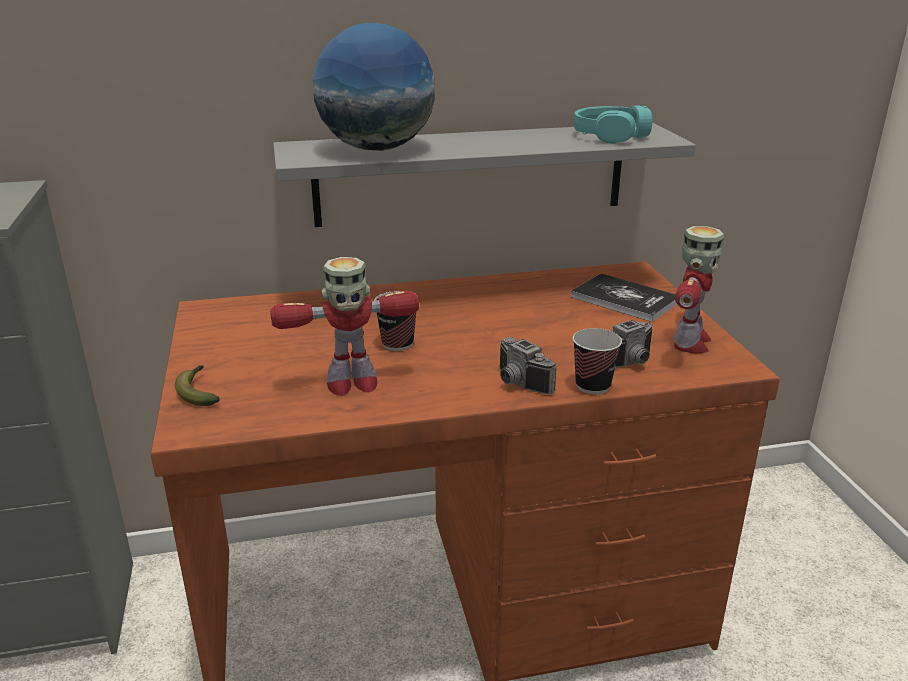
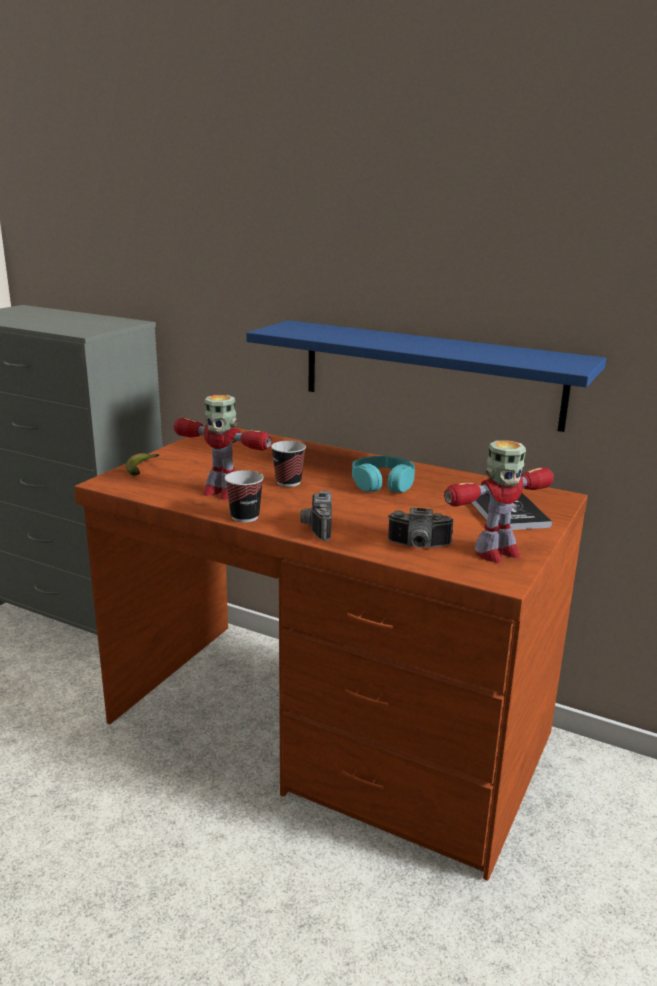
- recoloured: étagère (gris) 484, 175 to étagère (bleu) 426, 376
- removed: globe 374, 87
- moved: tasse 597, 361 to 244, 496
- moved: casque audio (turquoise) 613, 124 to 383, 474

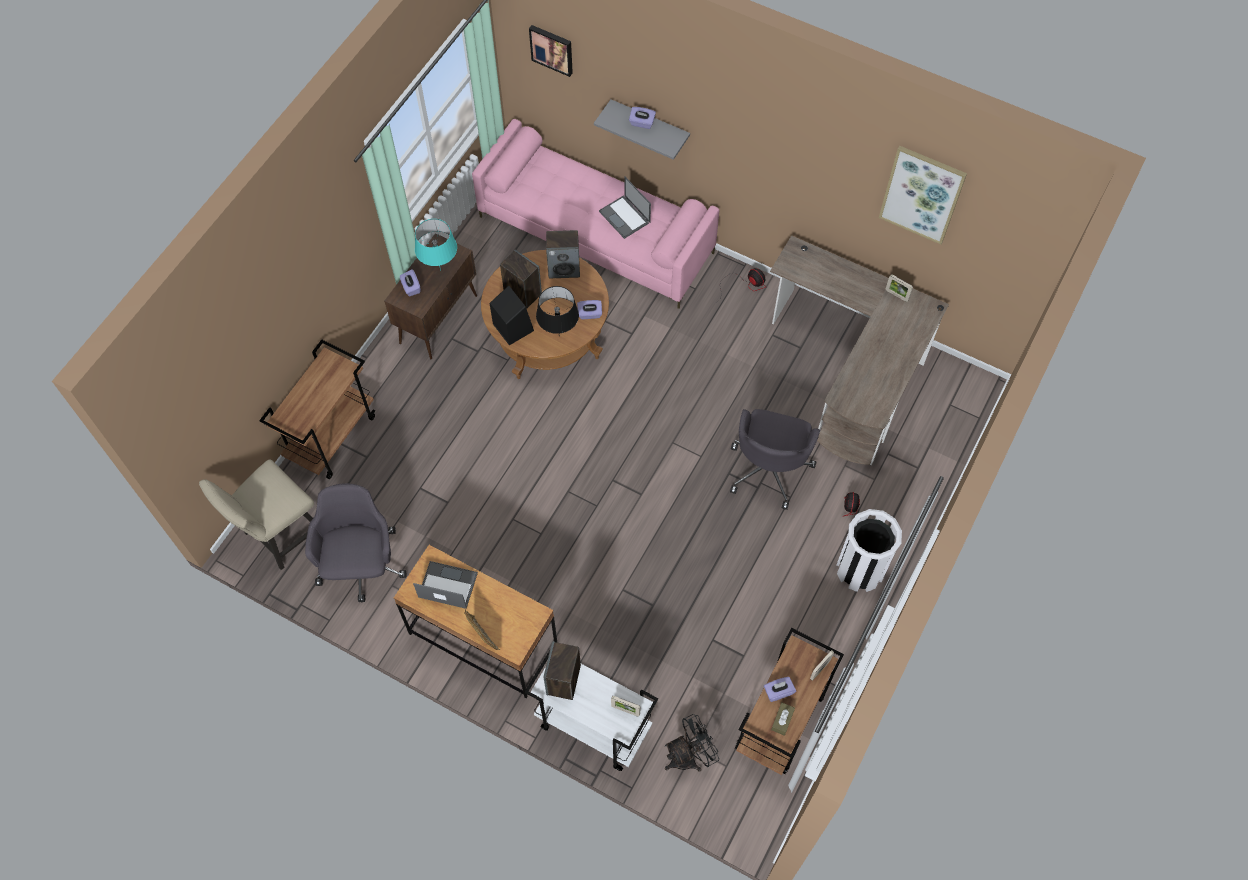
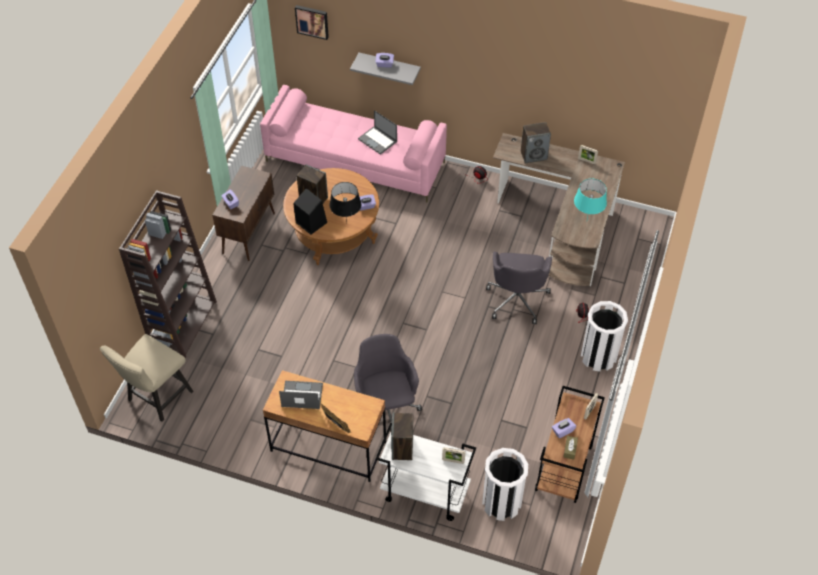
- replaced: chariot (marron) 317, 409 to bibliothèque (marron) 168, 274
- moved: chaise de bureau (gris) 355, 543 to 388, 382
- moved: lampe de table (turquoise) 436, 245 to 590, 199
- moved: enceinte 563, 254 to 536, 142
- replaced: ventilateur (noir) 692, 743 to poubelle (blanc) 505, 484
- removed: tableau 923, 195

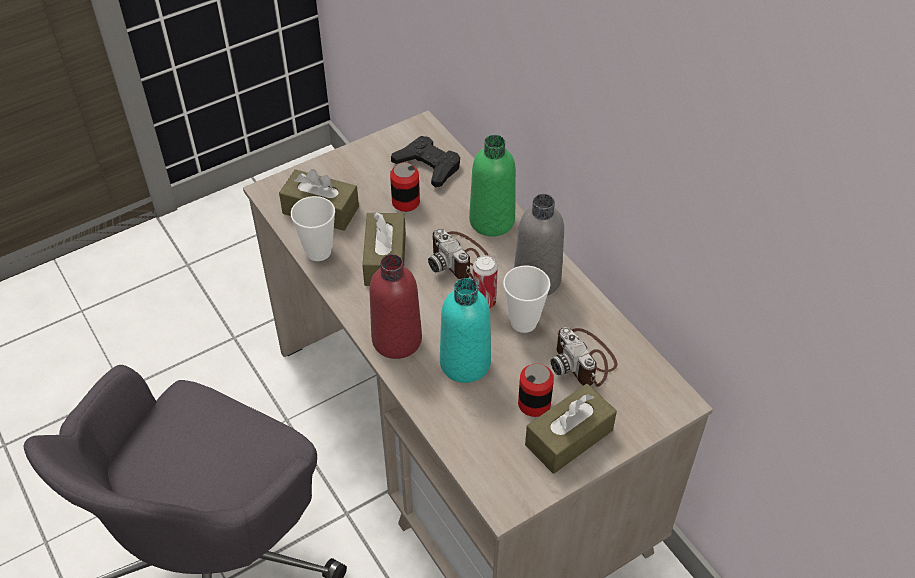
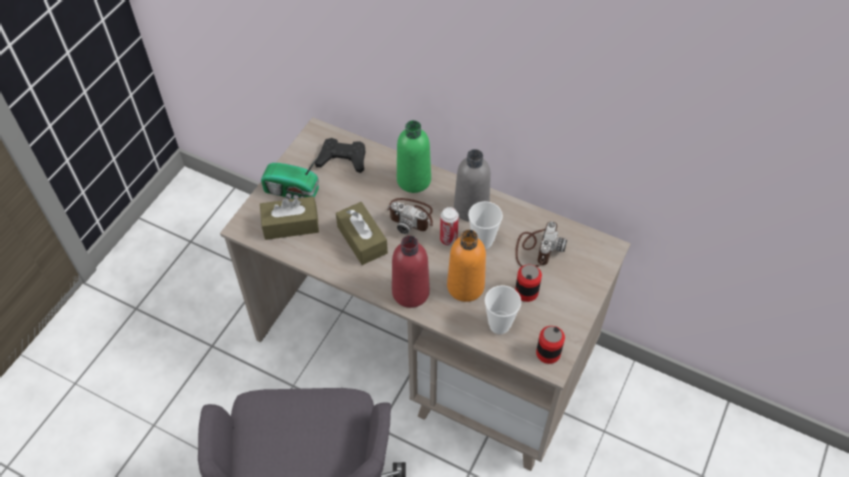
- moved: tasse 313, 228 to 503, 309
- moved: boîte métallique 405, 187 to 550, 345
- recoloured: bouteille (turquoise) 465, 330 to bouteille (orange) 466, 266
- removed: boîte à mouchoirs (marron) 571, 429
- turned: appareil photo 584, 357 = 541, 244 105 degrees counterclockwise
- added: radio 290, 177

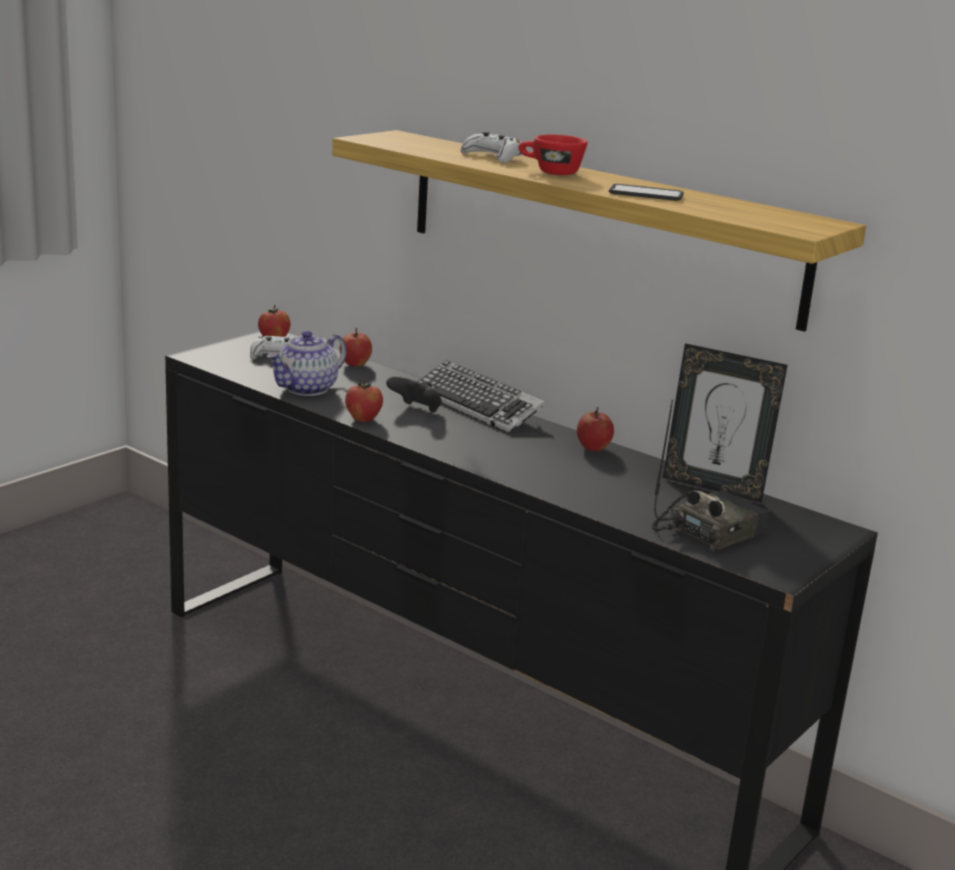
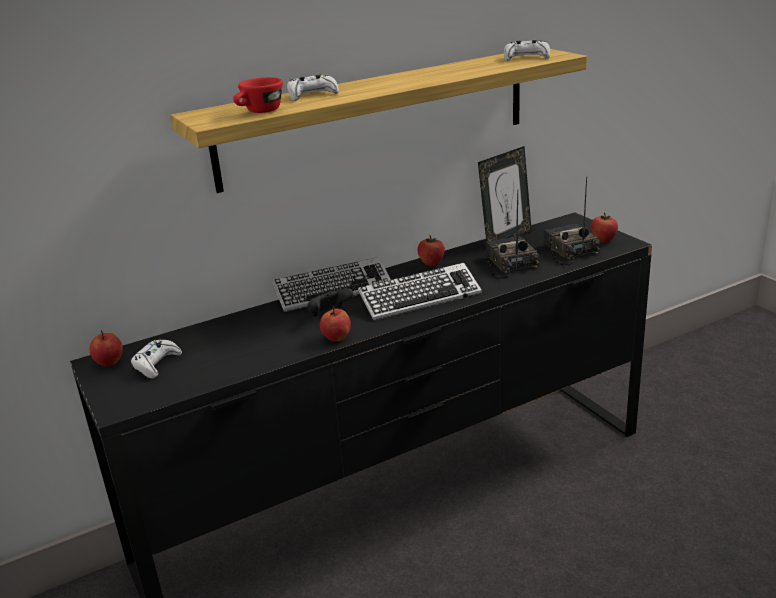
- removed: théière 306, 363
- moved: pomme 356, 347 to 604, 228
- moved: tasse (rouge) 553, 155 to 258, 95
- removed: téléphone 646, 192
- added: clavier 420, 292
- added: radio 512, 235
- added: manette (blanc) 527, 50

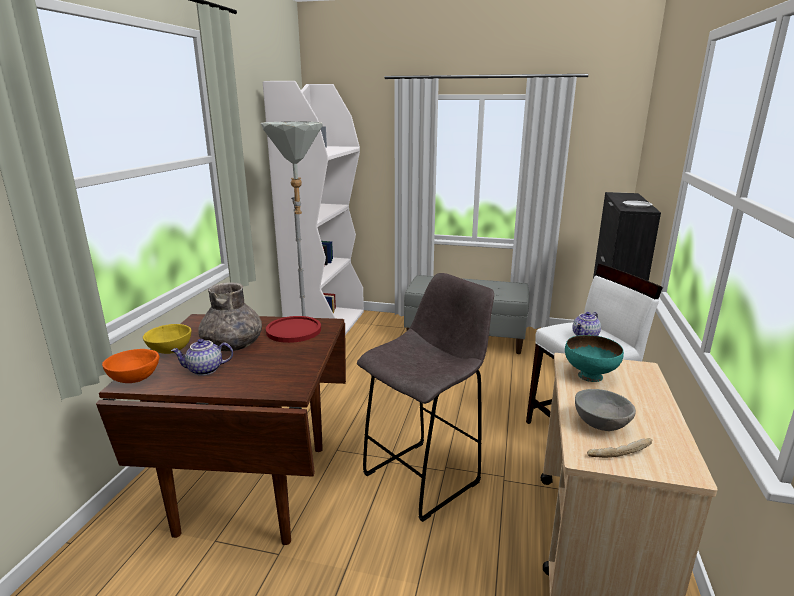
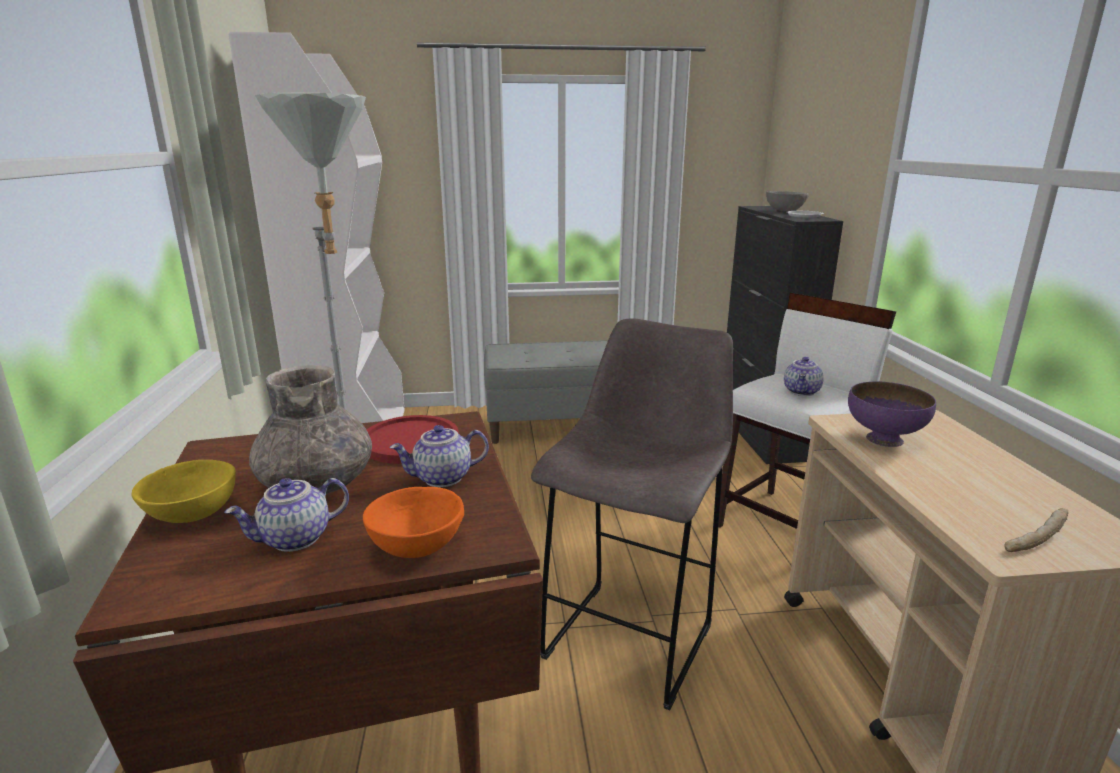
- moved: bol (orange) 130, 366 to 413, 522
- recoloured: bol (turquoise) 594, 358 to bol (violet) 892, 414
- moved: bol (gris) 605, 410 to 787, 201
- added: théière 439, 456

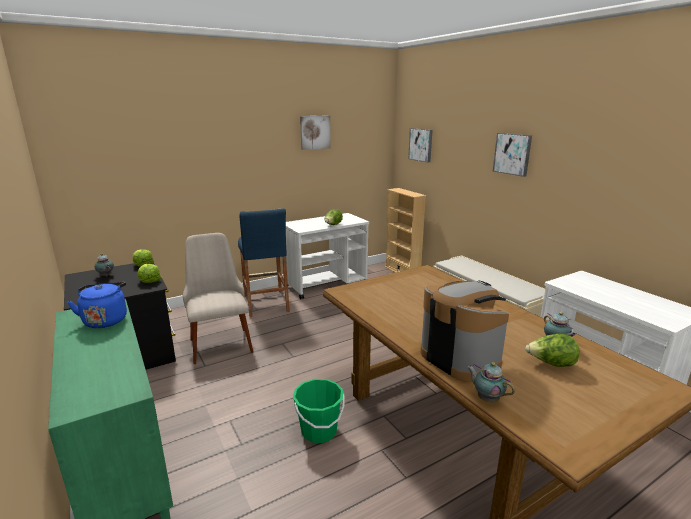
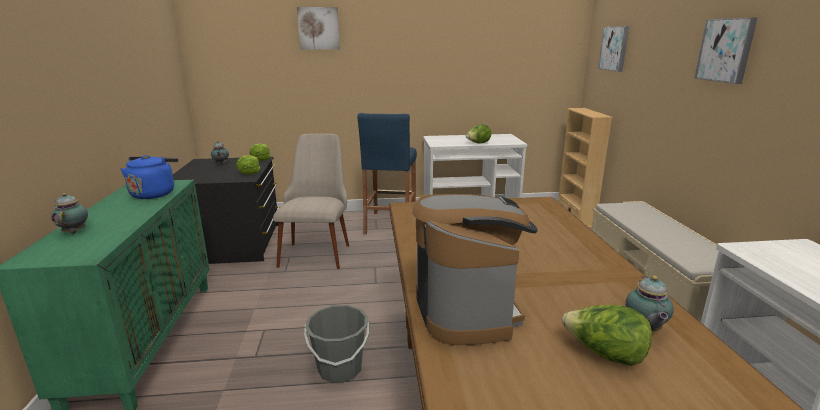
- recoloured: seau (vert) 319, 411 to seau (gris) 336, 344
- moved: tableau 315, 132 to 318, 28
- moved: théière 491, 382 to 69, 213

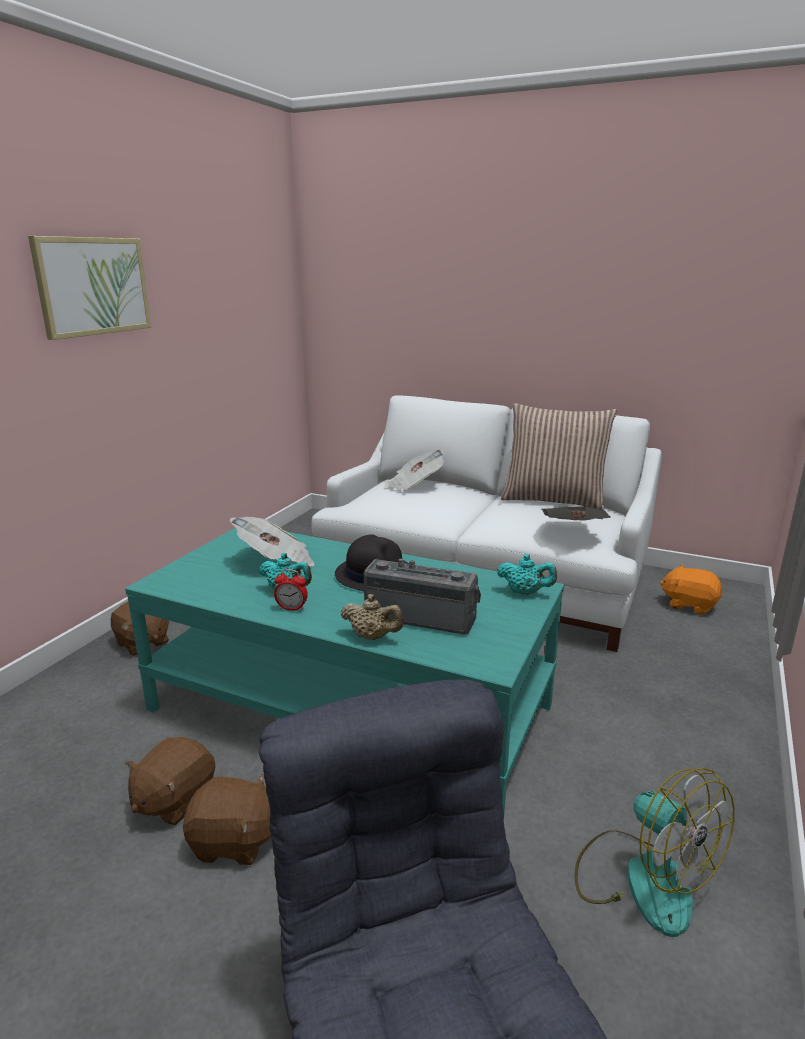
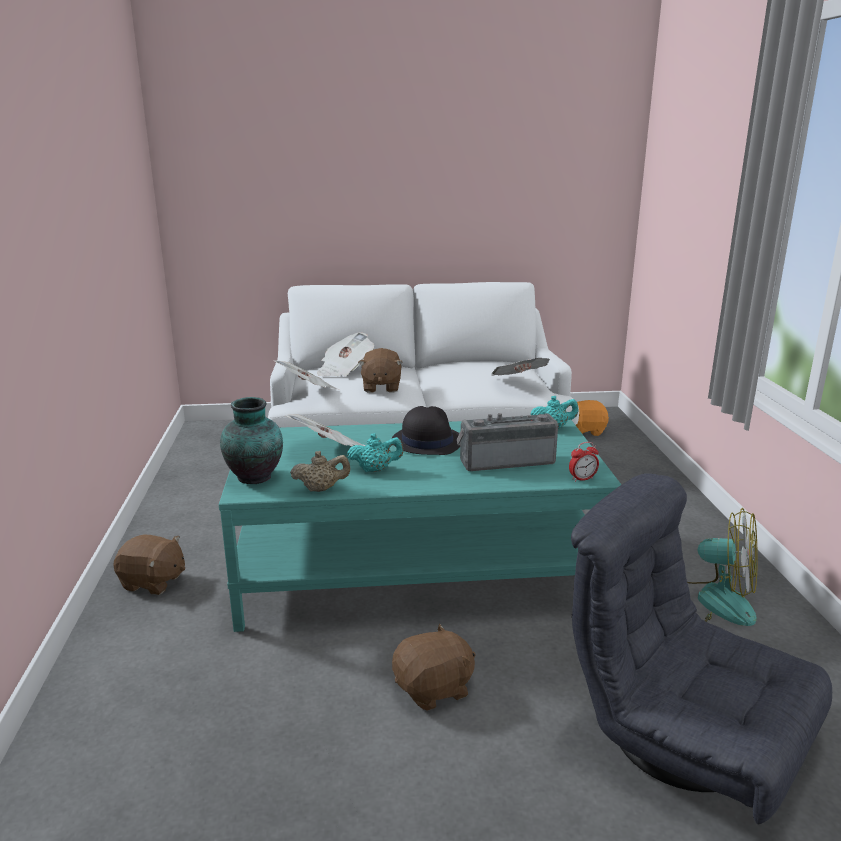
- removed: tableau 89, 288
- moved: peluche (marron) 170, 781 to 380, 370
- moved: réveil 291, 590 to 584, 462
- moved: théière (beige) 372, 617 to 320, 471
- removed: coussin 559, 456
- added: vase 251, 440
- added: journal 305, 374

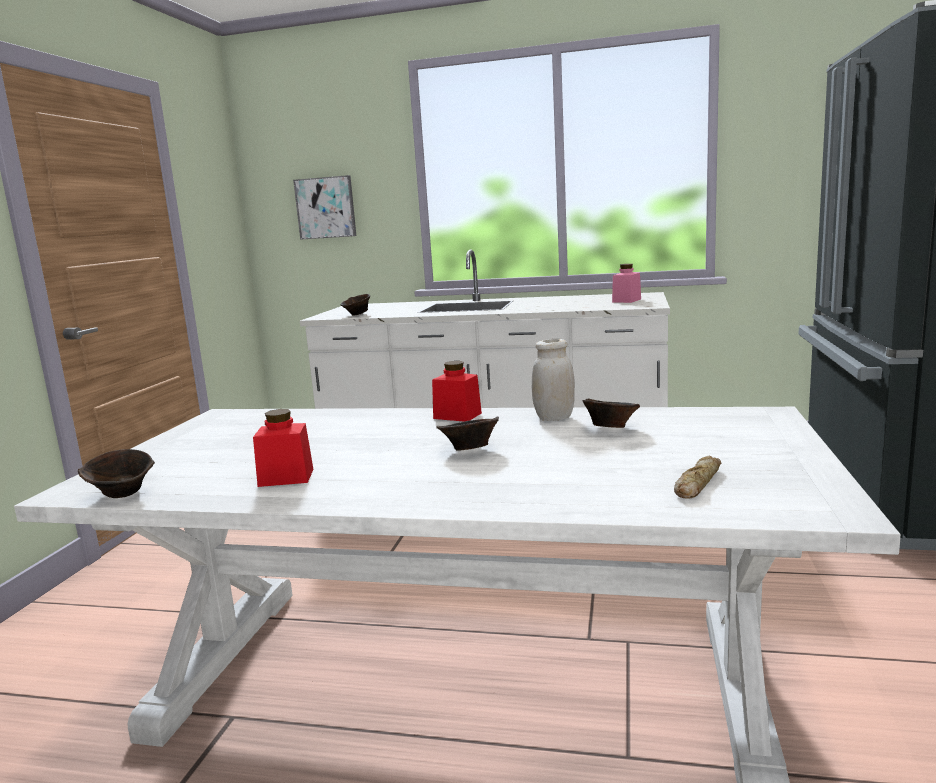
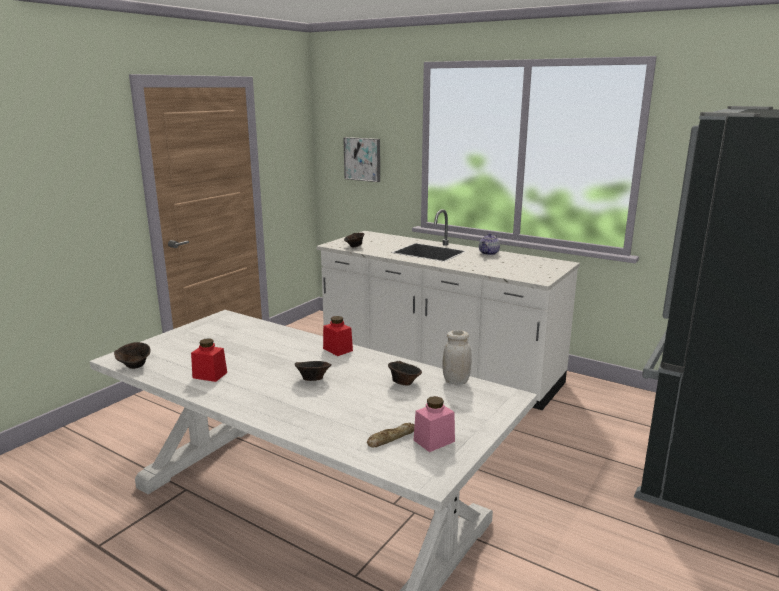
- moved: bocal (blanc) 553, 380 to 457, 357
- moved: bocal (rose) 626, 283 to 434, 424
- added: théière 489, 244

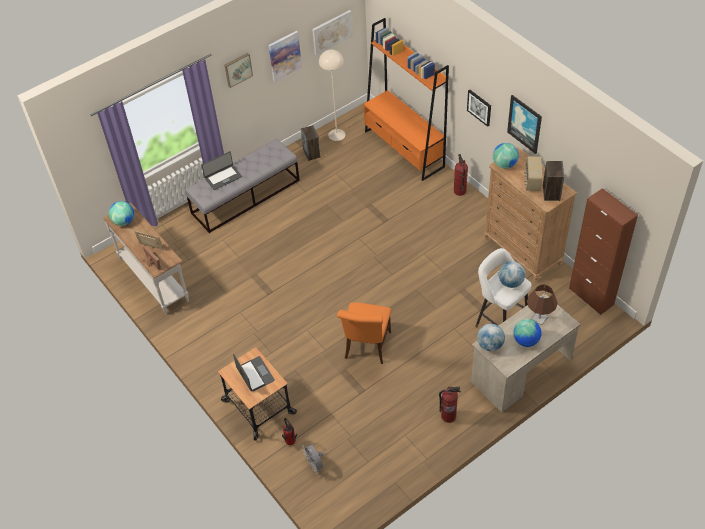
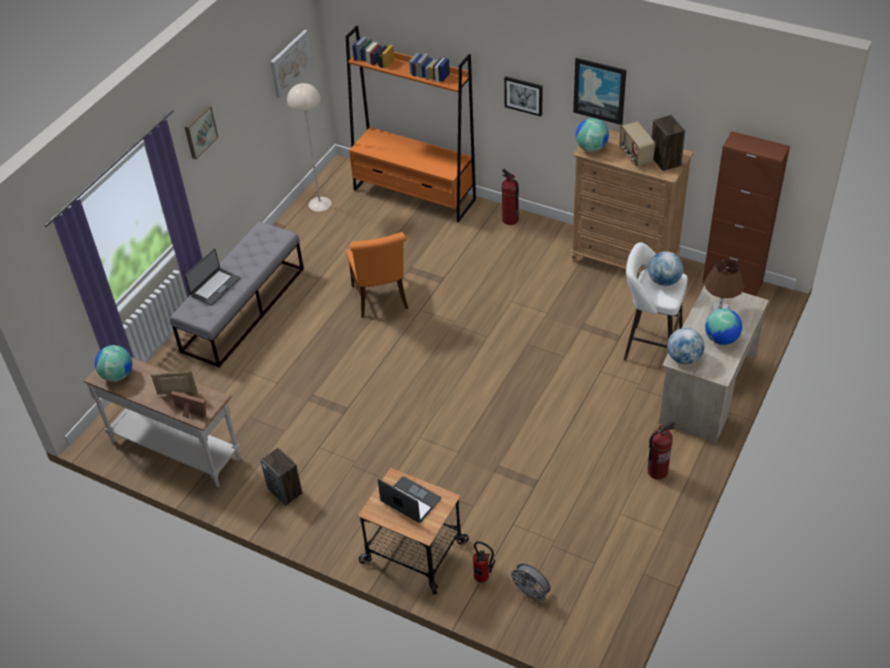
- removed: tableau 285, 56
- moved: enceinte 311, 143 to 281, 477
- moved: chaise (orange) 364, 333 to 377, 275

